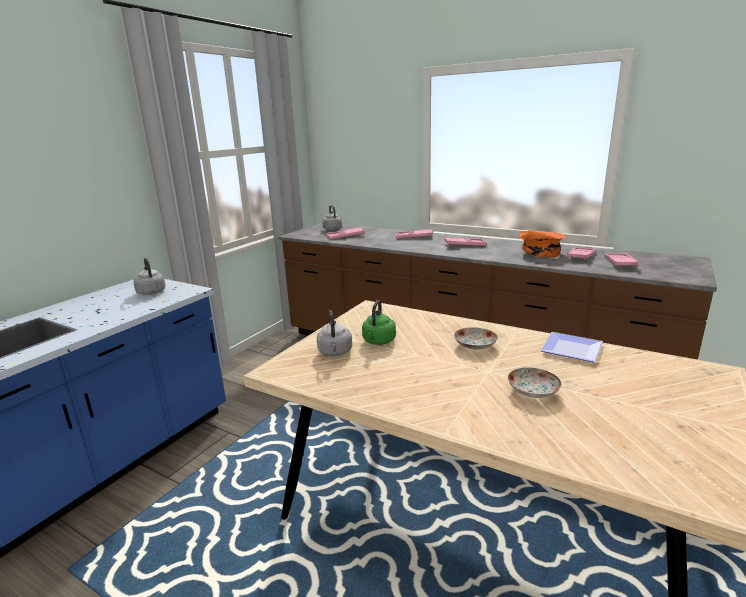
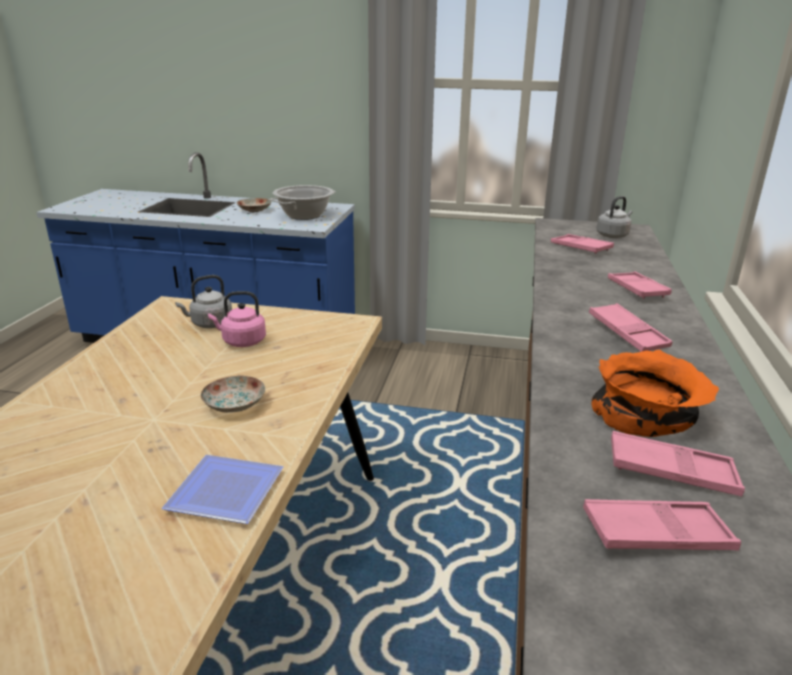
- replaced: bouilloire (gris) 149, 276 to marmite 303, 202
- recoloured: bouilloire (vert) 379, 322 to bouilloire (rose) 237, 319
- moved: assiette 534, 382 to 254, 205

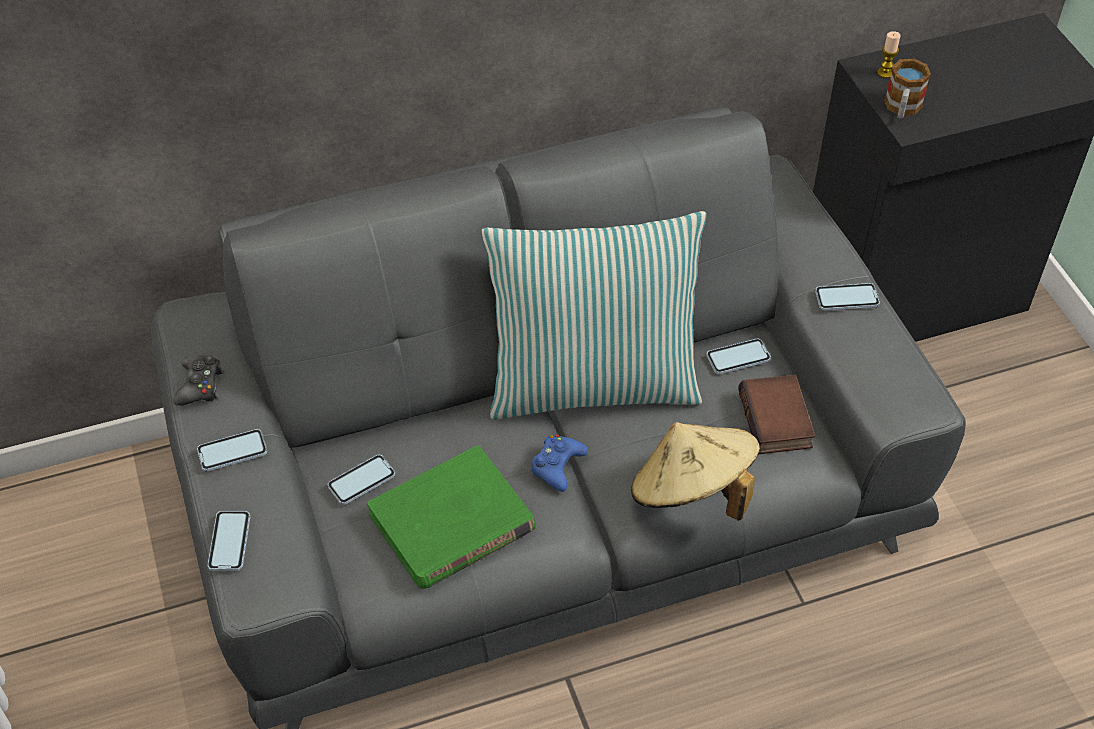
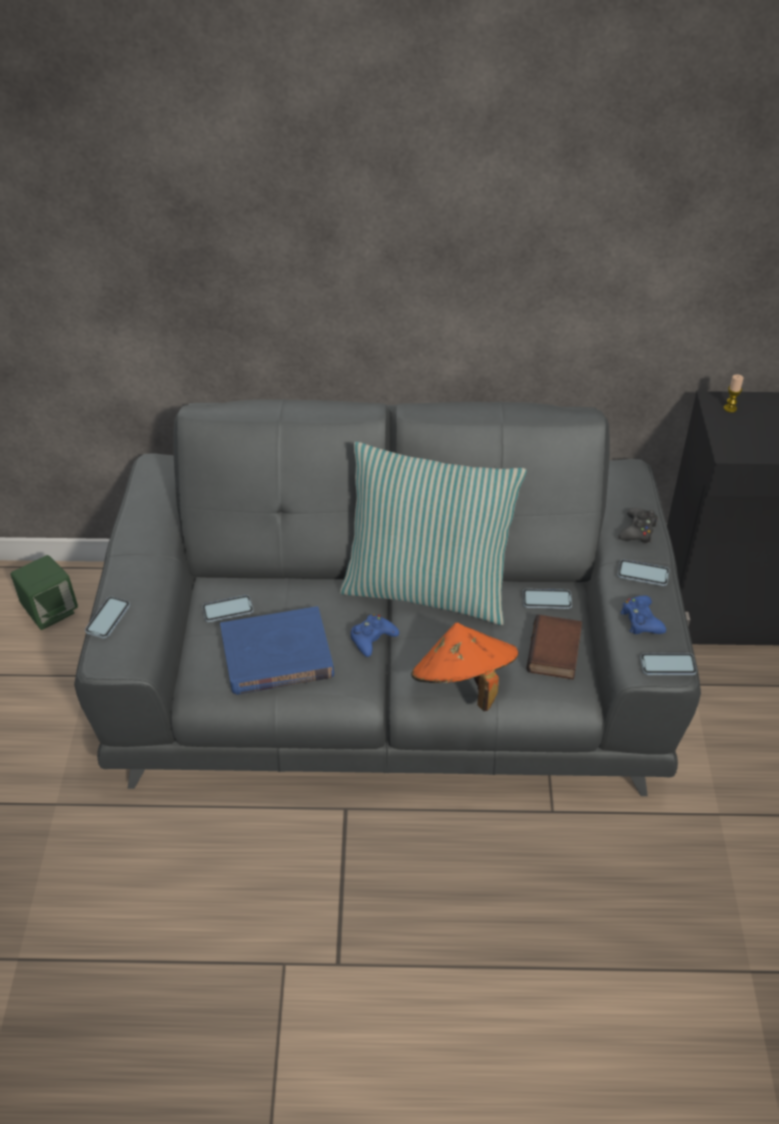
- moved: manette (noir) 198, 380 to 638, 525
- moved: téléphone 232, 450 to 668, 664
- recoloured: livre (vert) 451, 517 to livre (bleu) 277, 650
- recoloured: chapeau (beige) 695, 471 to chapeau (orange) 464, 667
- removed: mug 907, 89
- added: enceinte (vert) 44, 592
- added: manette (bleu) 643, 615

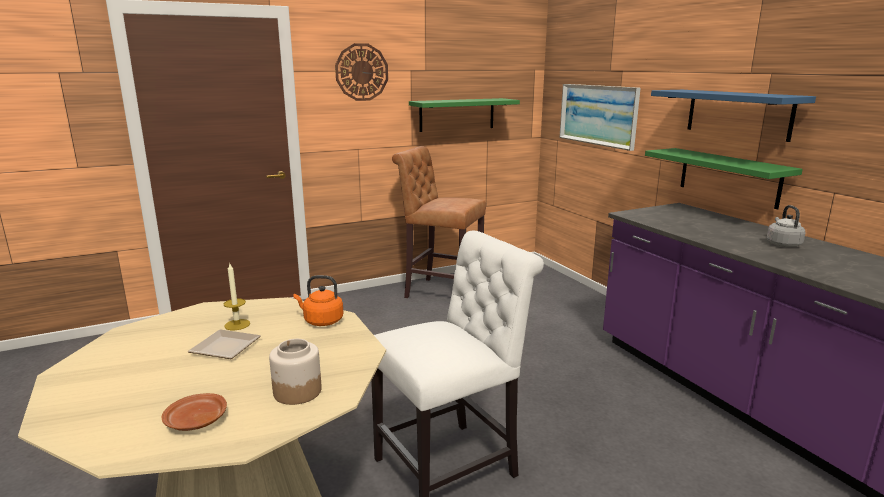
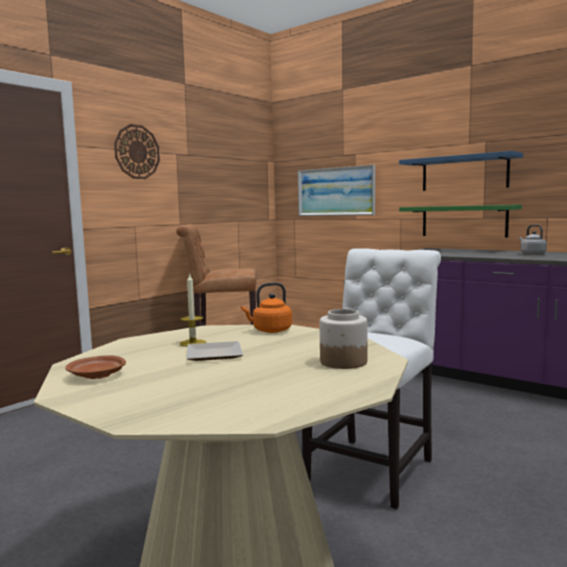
- moved: assiette (marron) 194, 412 to 95, 367
- removed: étagère (vert) 464, 115

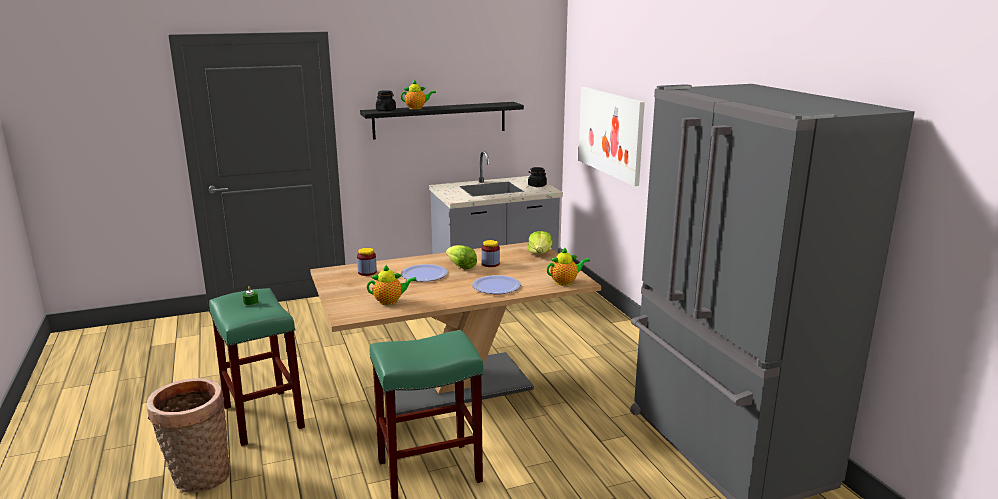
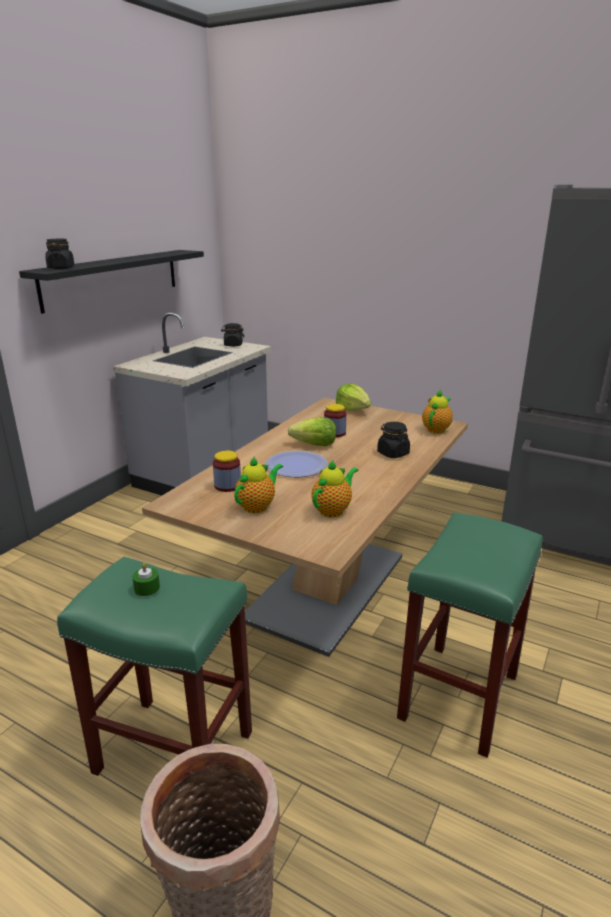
- moved: théière 418, 95 to 258, 484
- replaced: assiette 496, 284 to bocal (noir) 393, 440
- removed: tableau 611, 136

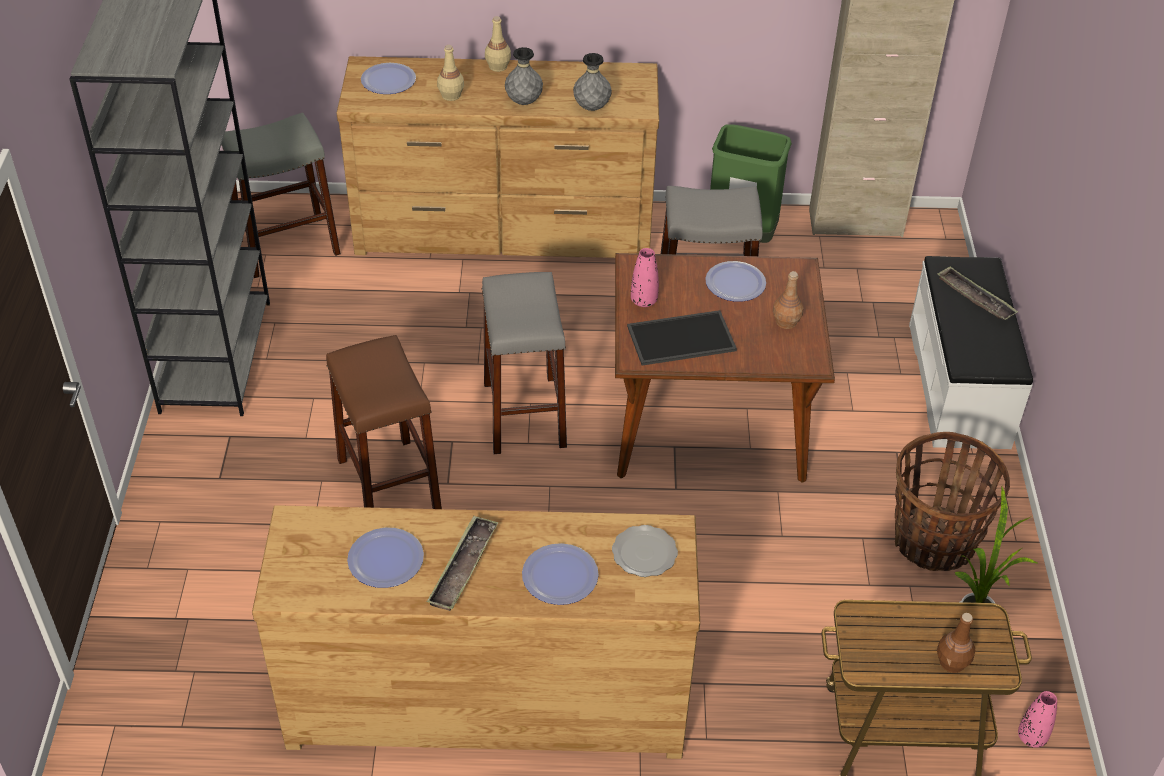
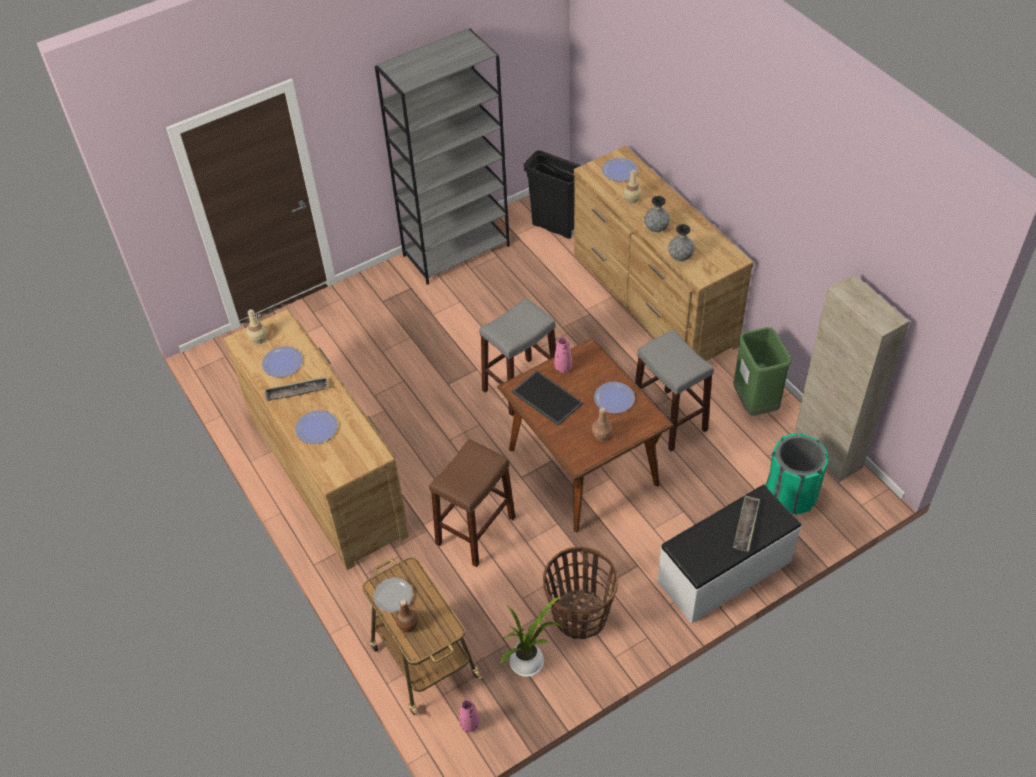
- replaced: tabouret (gris) 281, 195 to poubelle (noir) 552, 194
- moved: tabouret (marron) 384, 422 to 472, 503
- moved: bouteille (beige) 498, 44 to 257, 326
- moved: assiette 645, 551 to 393, 595
- added: poubelle (vert) 797, 474

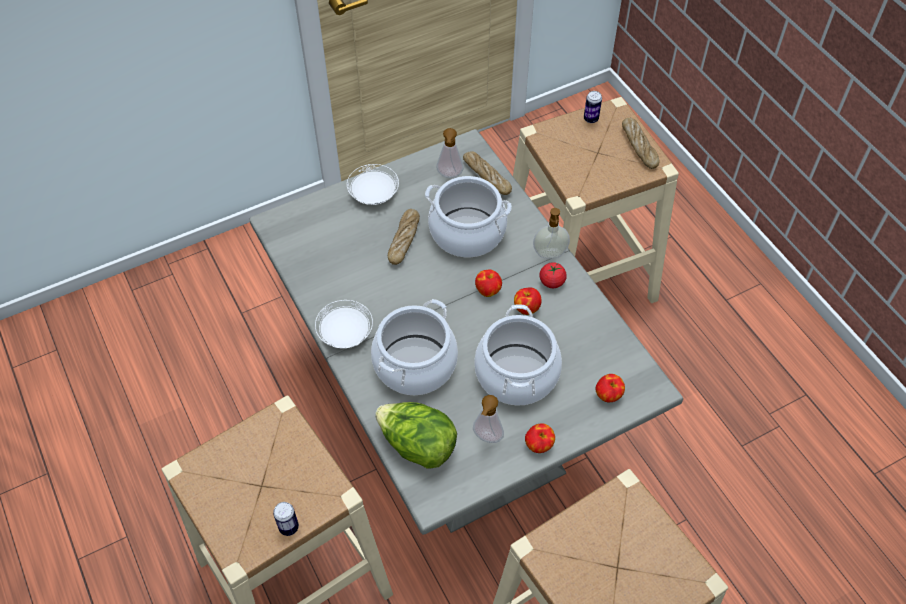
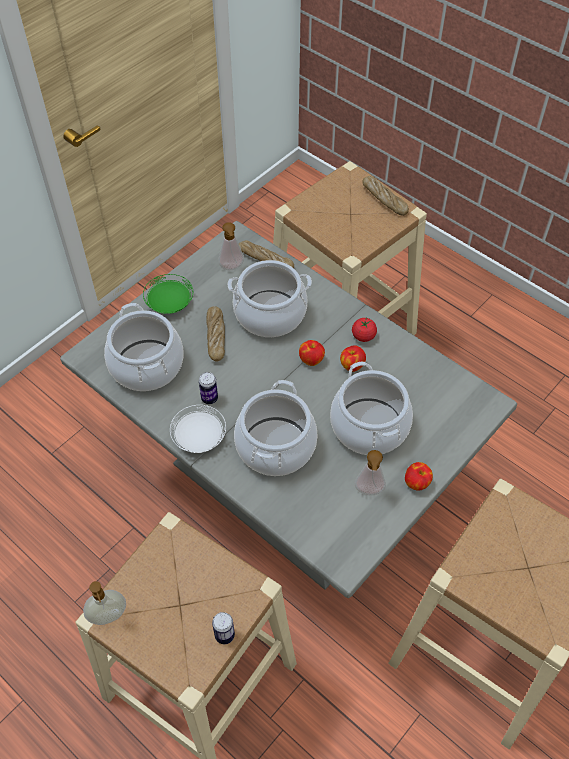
- recoloured: assiette (blanc) 373, 184 to assiette (vert) 168, 294
- removed: laitue 416, 435
- moved: distributeur de savon 551, 233 to 104, 603
- moved: boîte métallique 593, 107 to 208, 388
- removed: pomme 610, 388
- added: marmite 144, 347

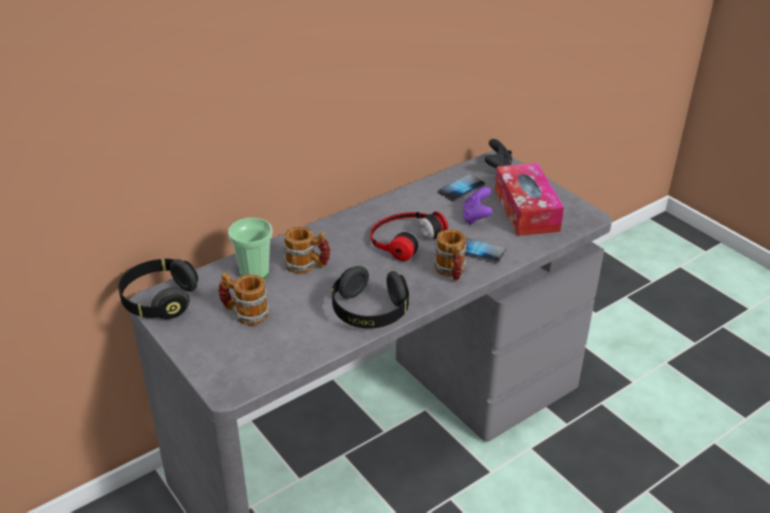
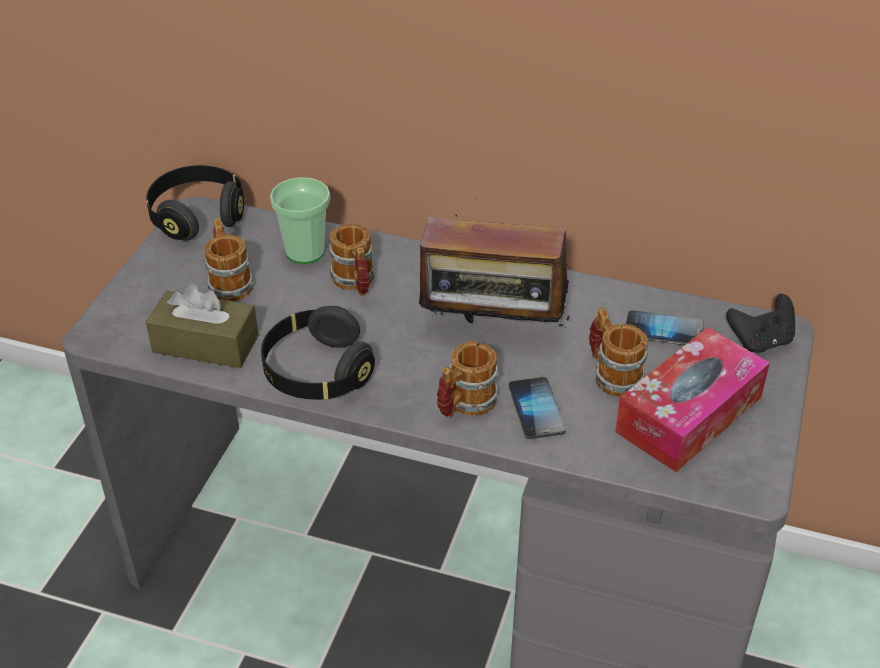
- replaced: casque audio 409, 236 to radio 493, 276
- replaced: manette (violet) 478, 206 to mug 618, 352
- added: boîte à mouchoirs (marron) 202, 326

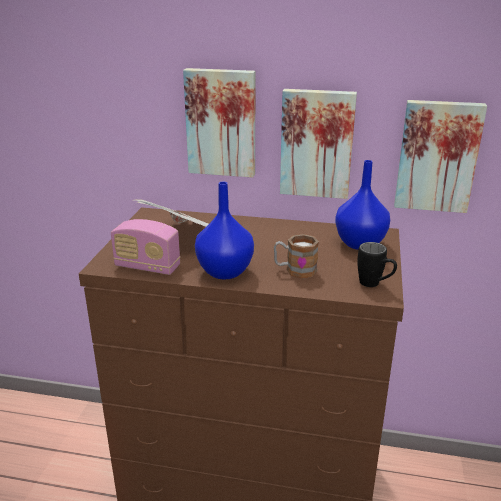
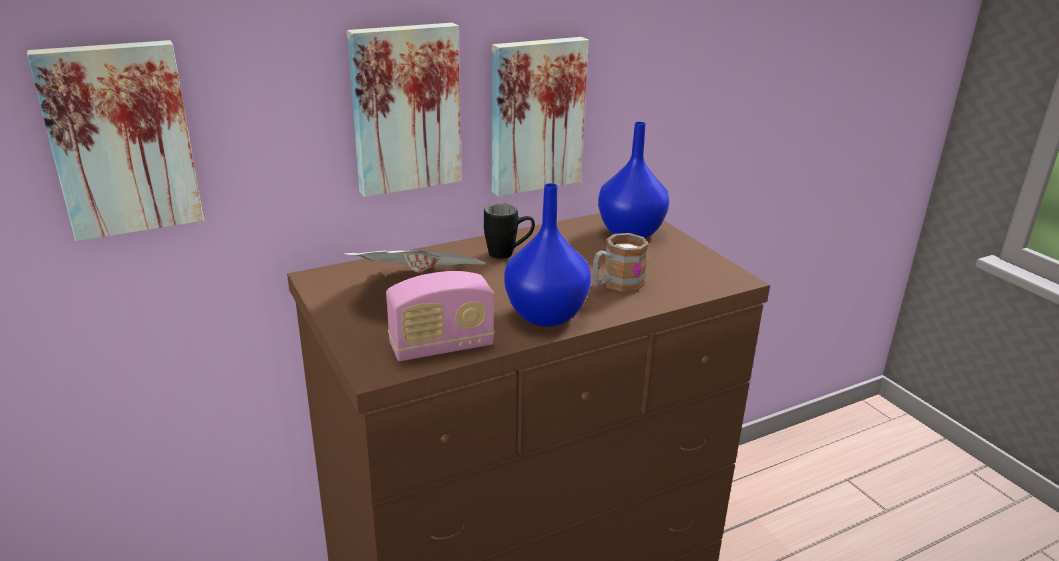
- moved: mug (noir) 377, 264 to 509, 231
- moved: tableau 440, 156 to 115, 140

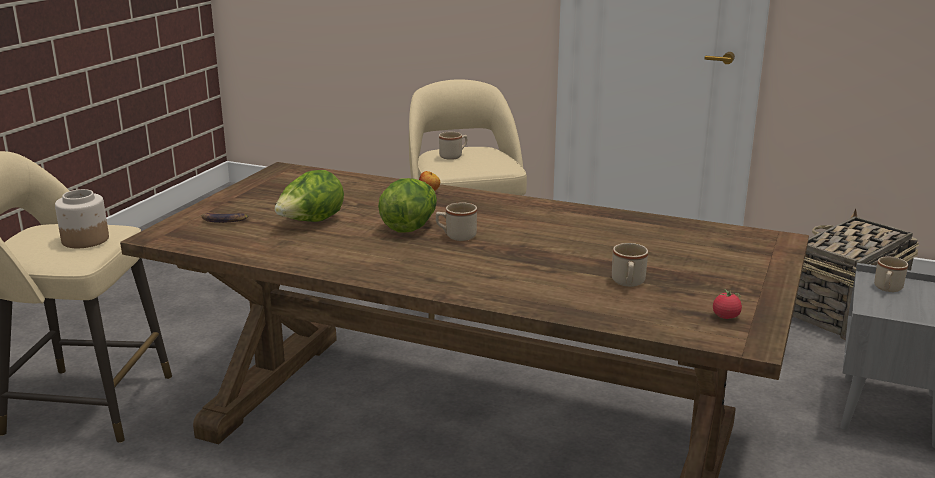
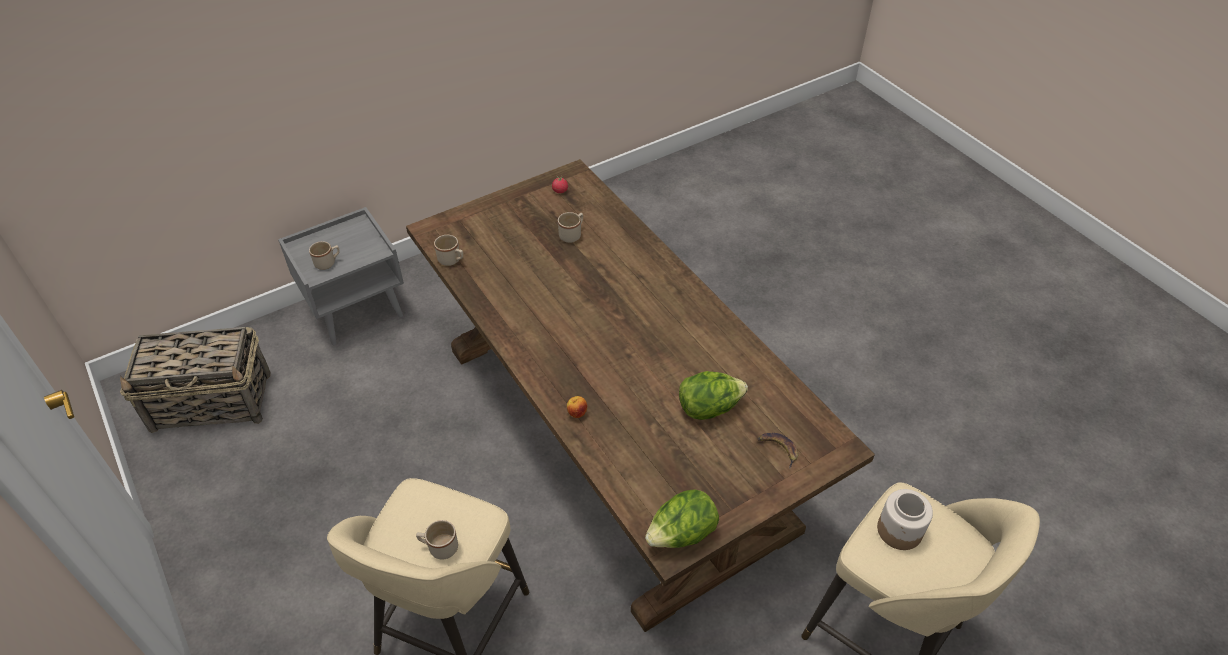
- moved: laitue 407, 205 to 682, 518
- moved: mug (beige) 456, 221 to 448, 250

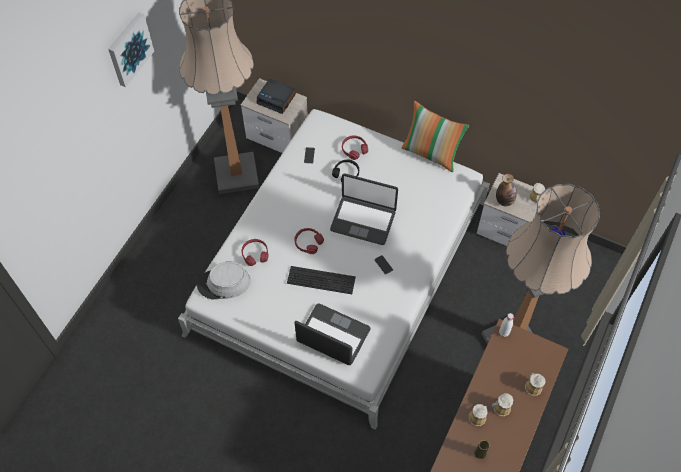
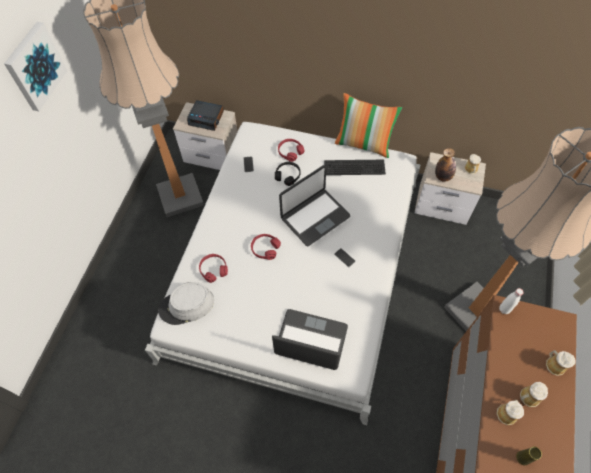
- moved: clavier 321, 280 to 355, 167
- turned: ordinateur portable 364, 209 = 314, 206 45 degrees counterclockwise

